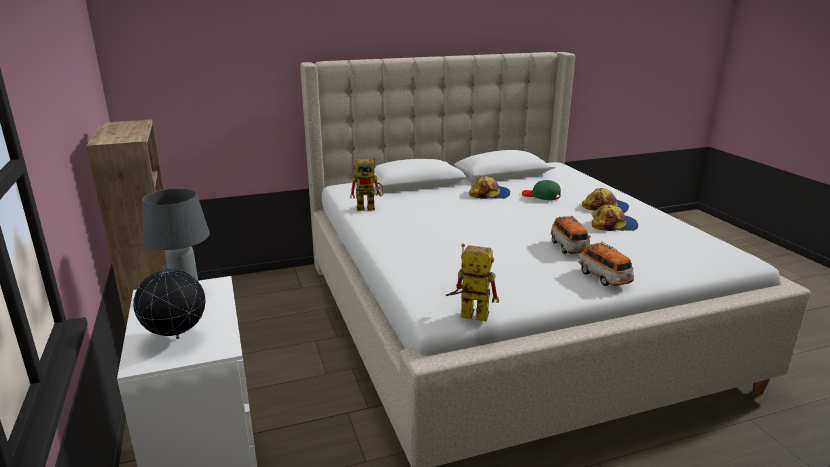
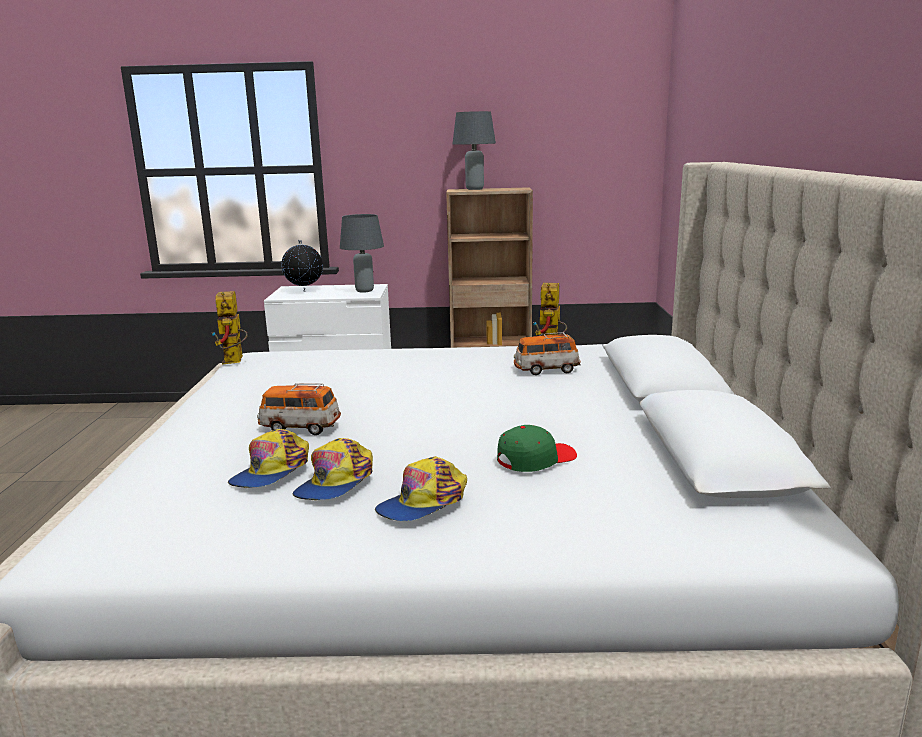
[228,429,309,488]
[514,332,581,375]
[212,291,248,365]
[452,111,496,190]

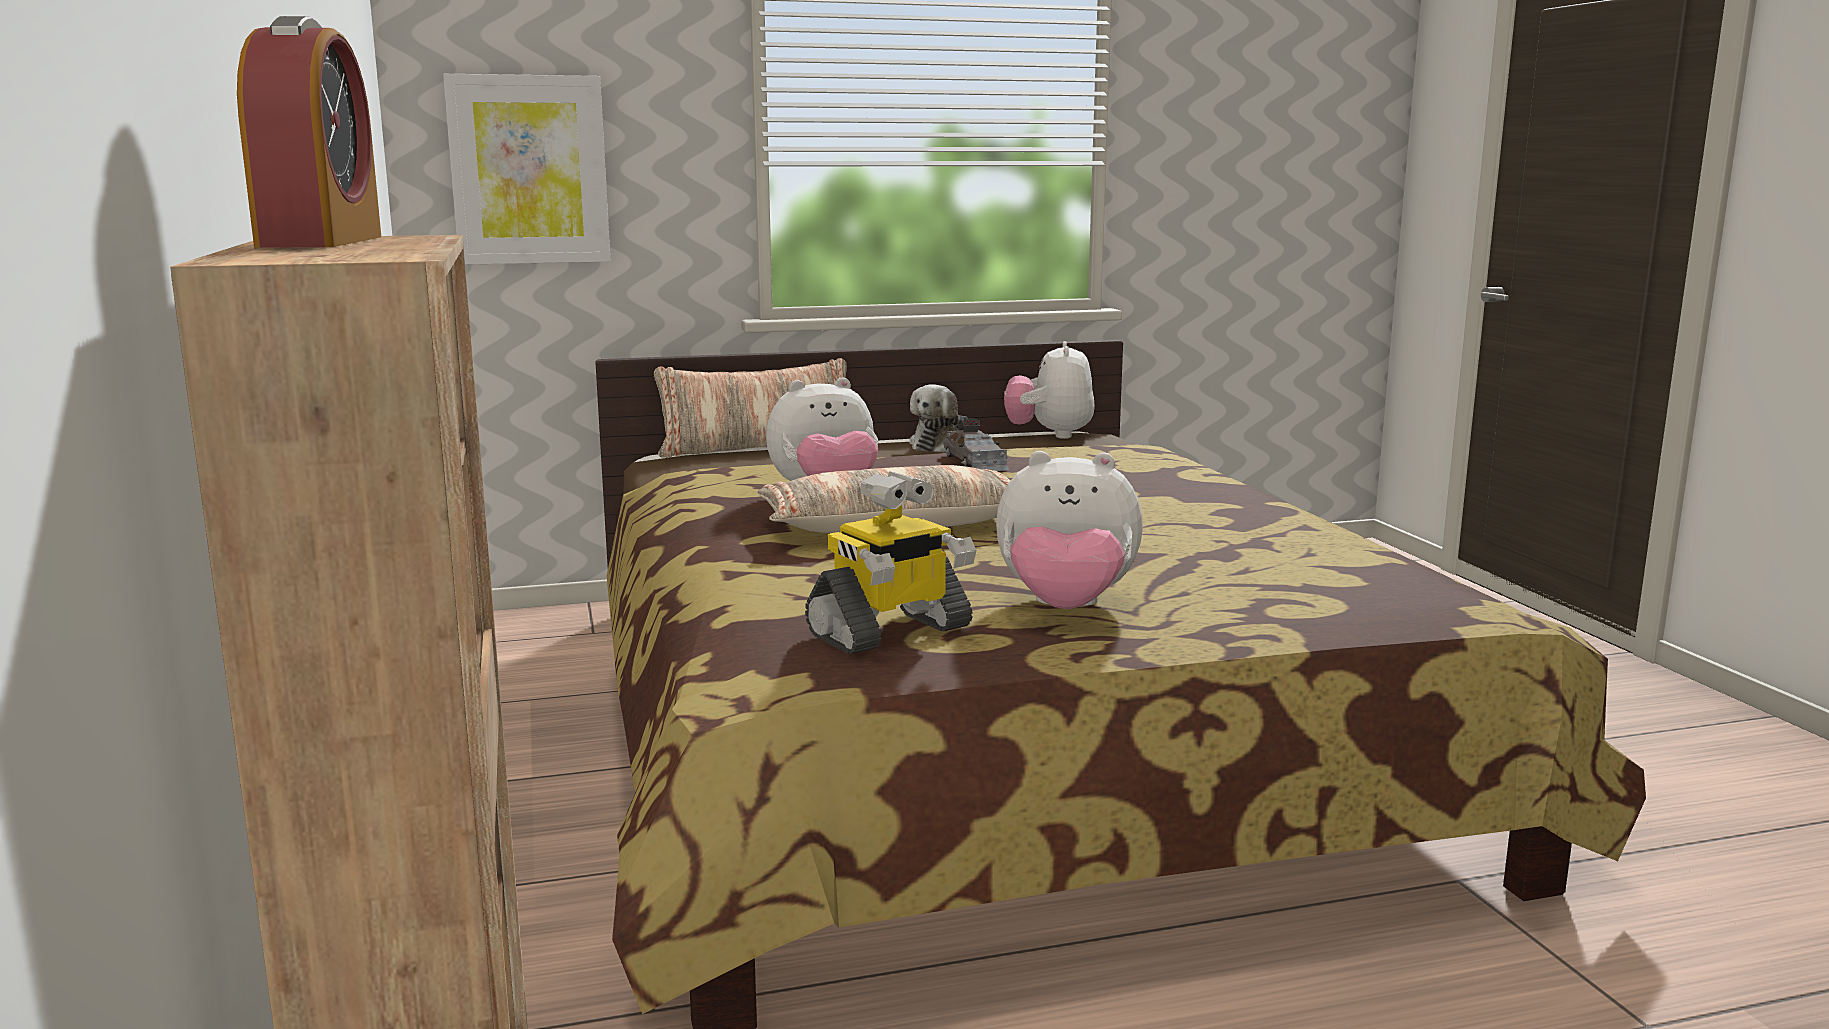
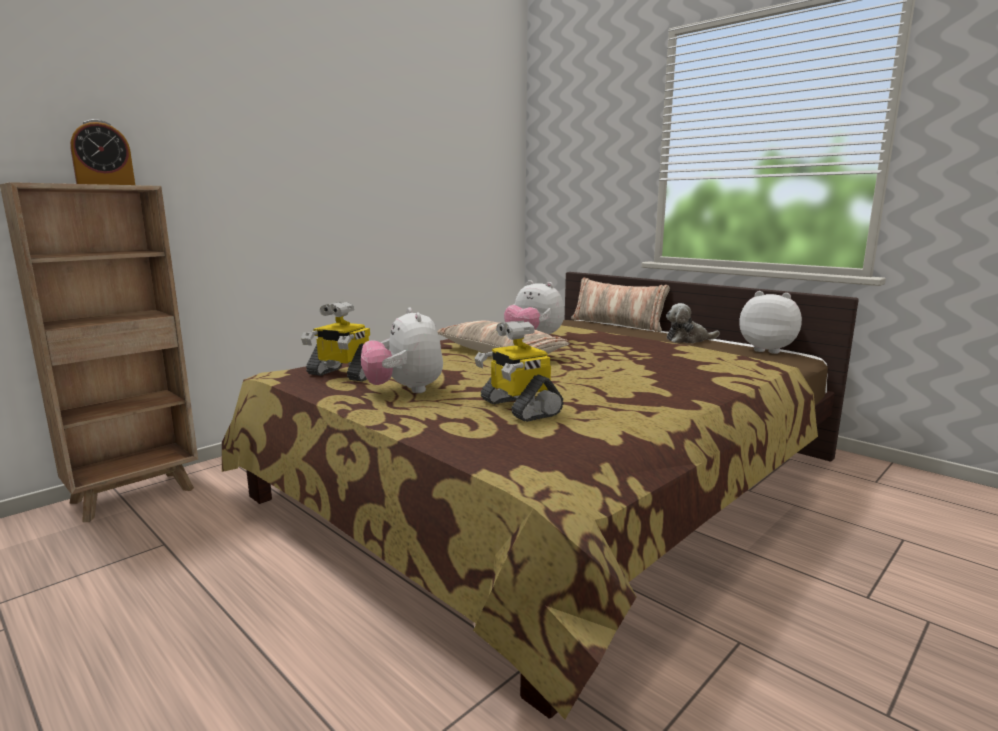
[443,74,611,265] (first image)
[739,291,802,354]
[944,418,1009,471] (first image)
[475,321,564,422]

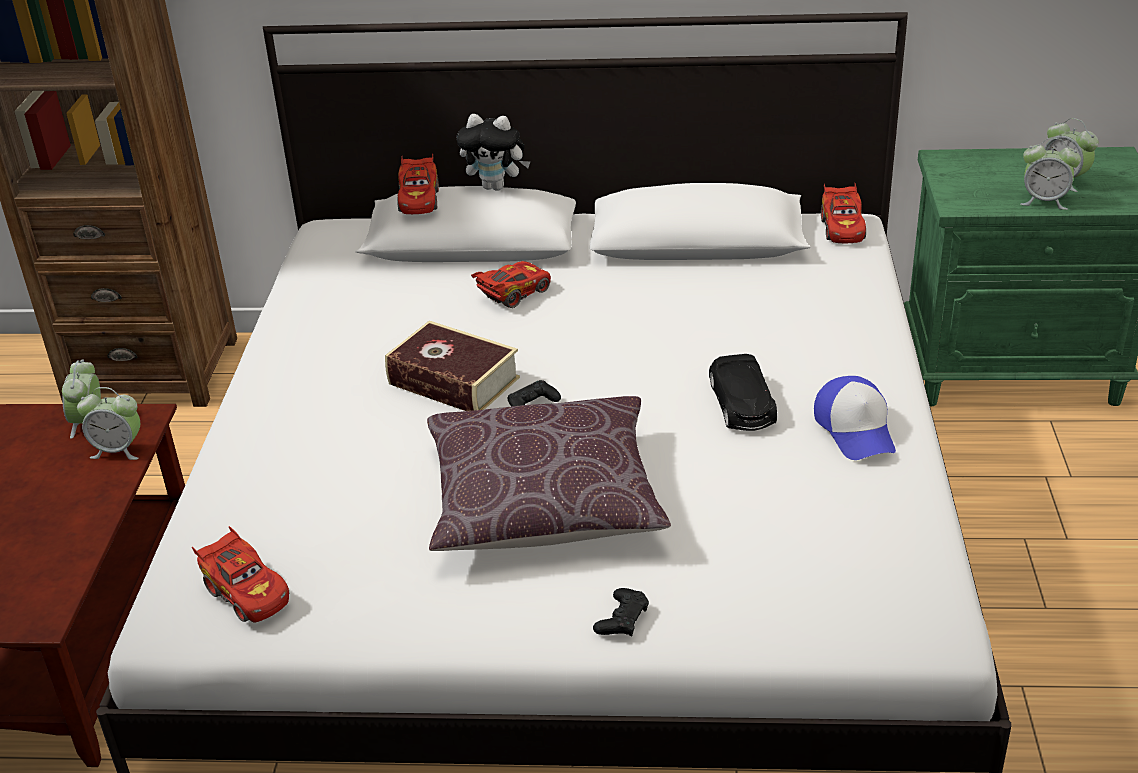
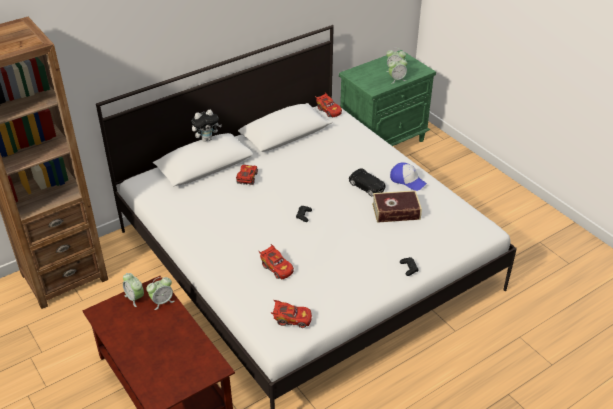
[259,244,294,279]
[372,190,422,223]
[427,396,671,551] (first image)

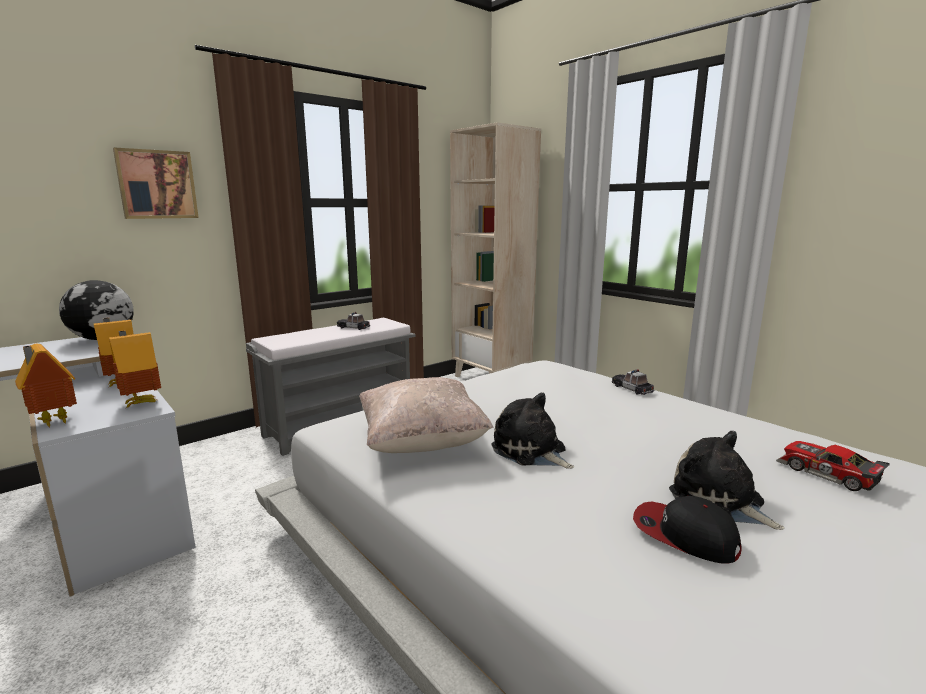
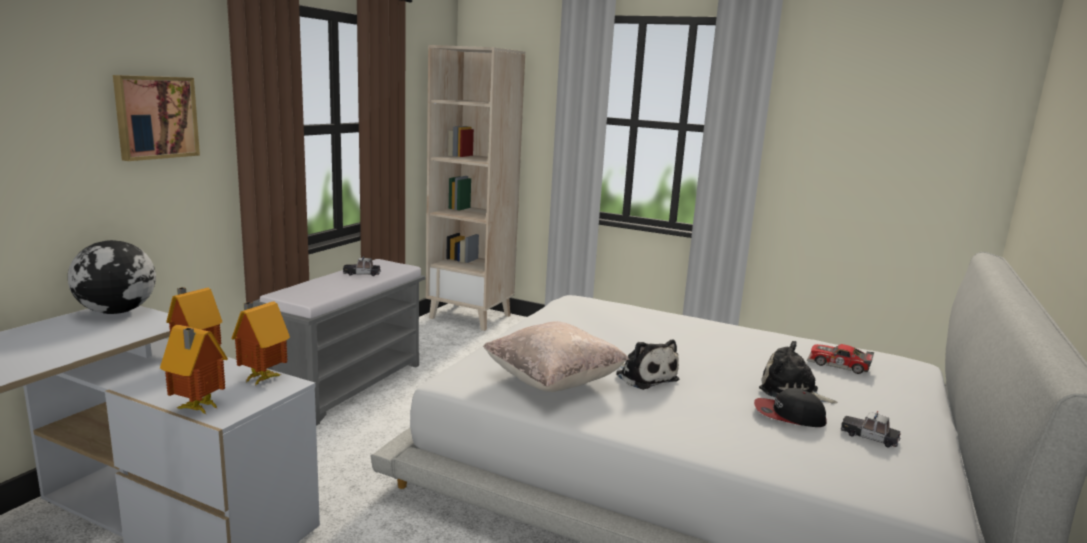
[841,411,901,447]
[616,339,679,390]

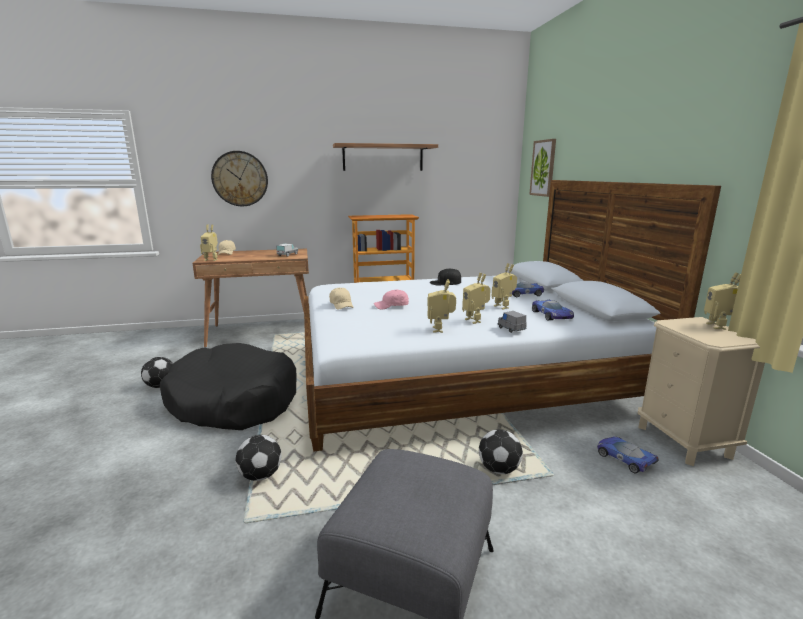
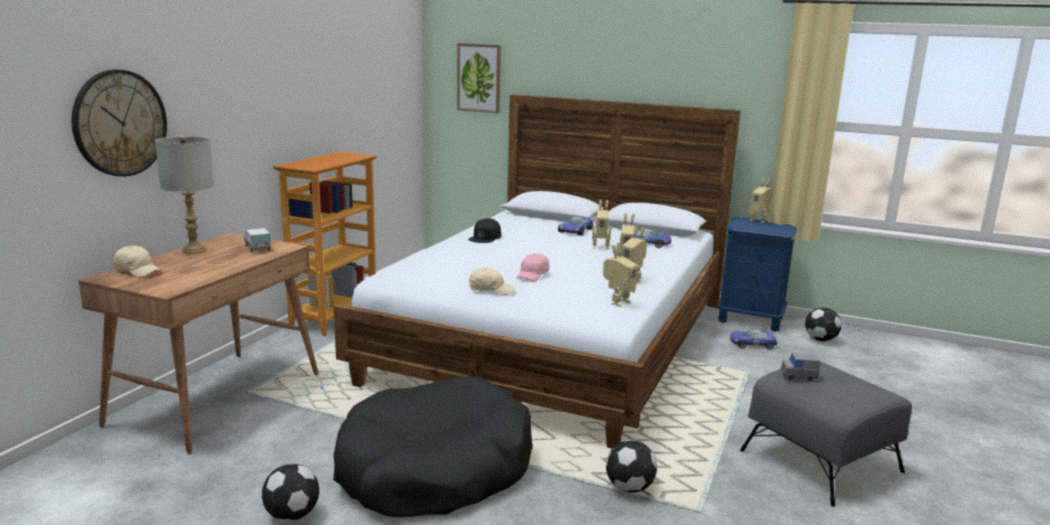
[333,143,438,171] (first image)
[603,244,637,307]
[781,353,820,381]
[717,217,797,332]
[805,307,841,341]
[155,135,214,254]

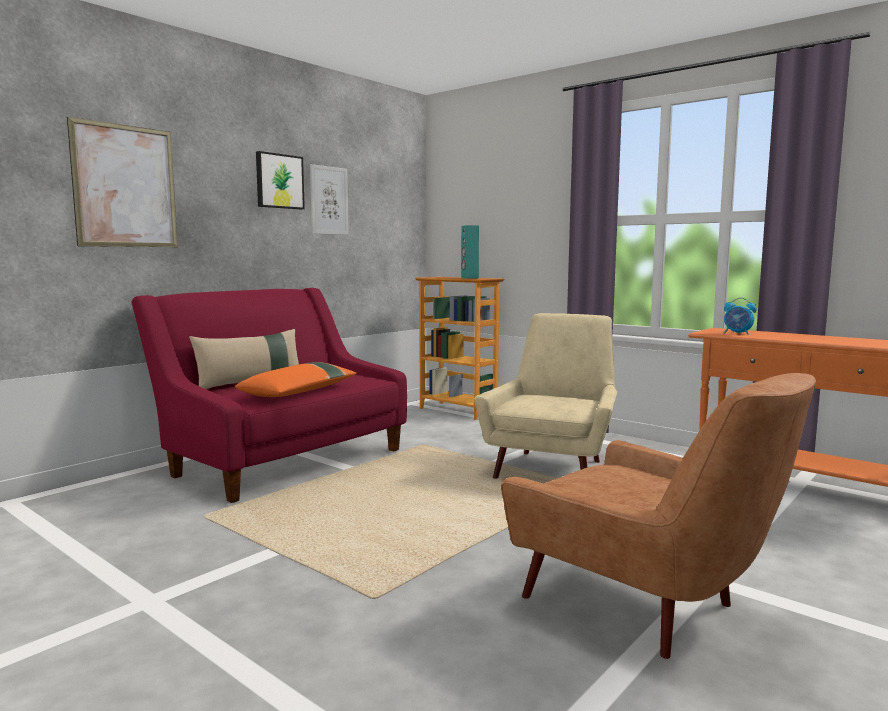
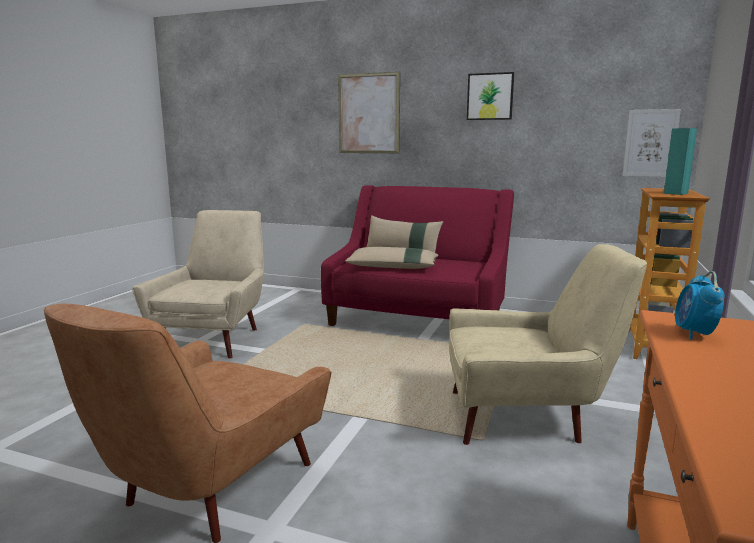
[623,109,681,177]
[345,247,439,269]
[132,210,264,358]

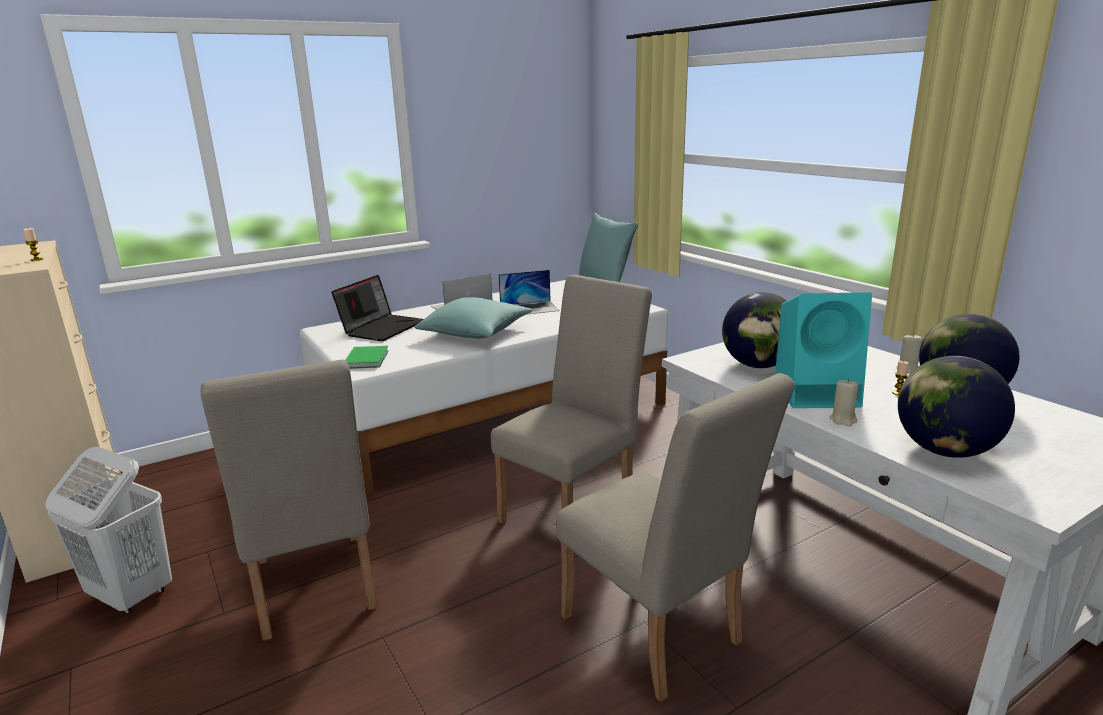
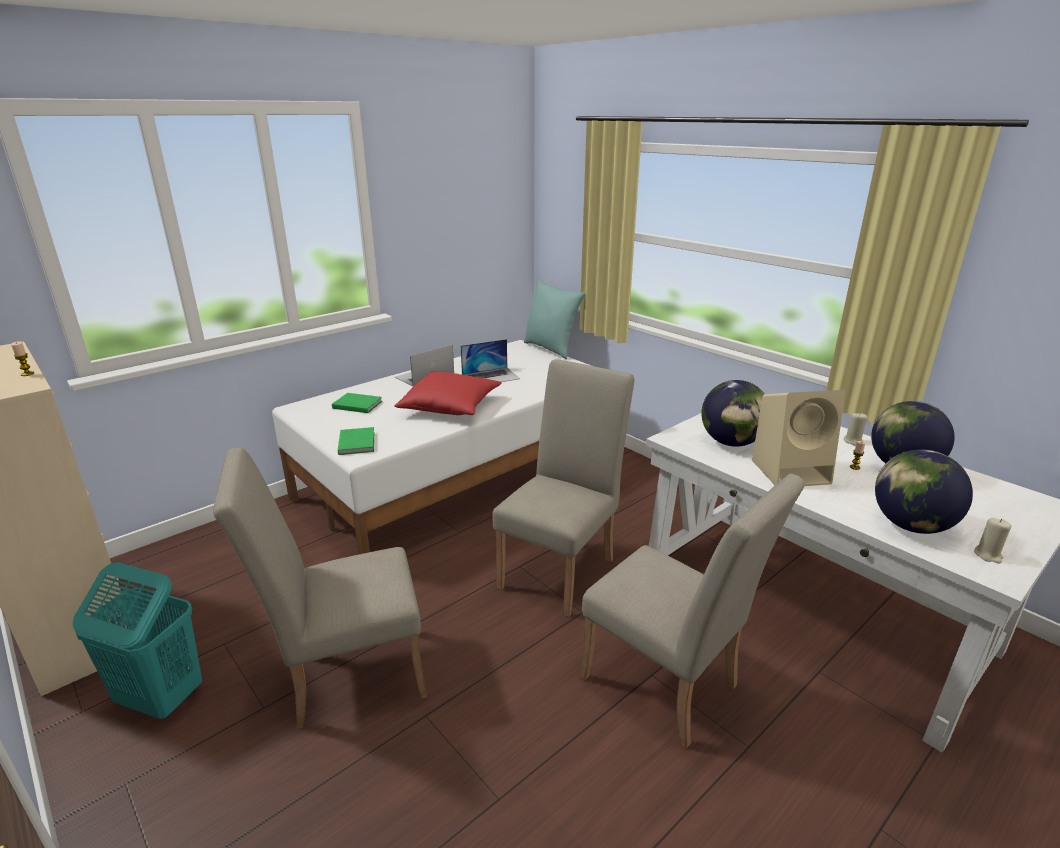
[332,393,382,413]
[752,390,845,486]
[394,371,502,415]
[213,448,427,730]
[974,518,1011,564]
[73,562,202,719]

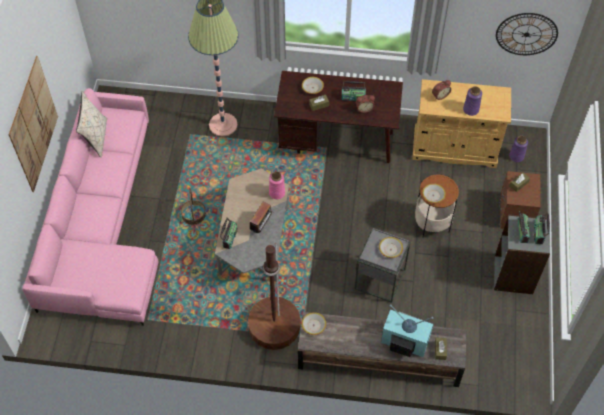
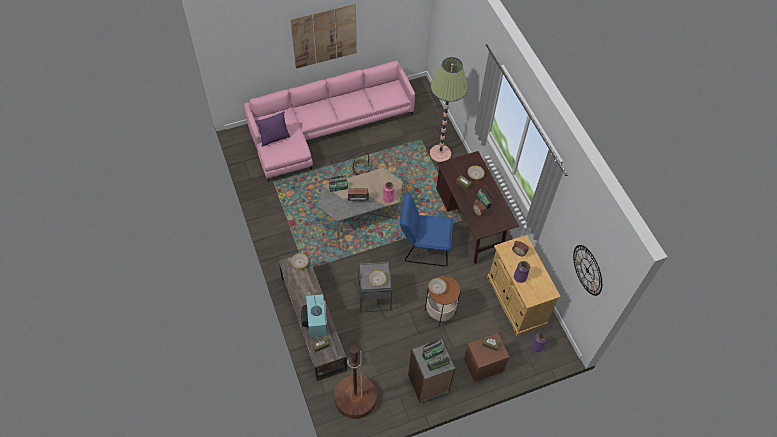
[76,91,107,158] (first image)
[334,347,377,419]
[255,111,291,147]
[400,192,453,267]

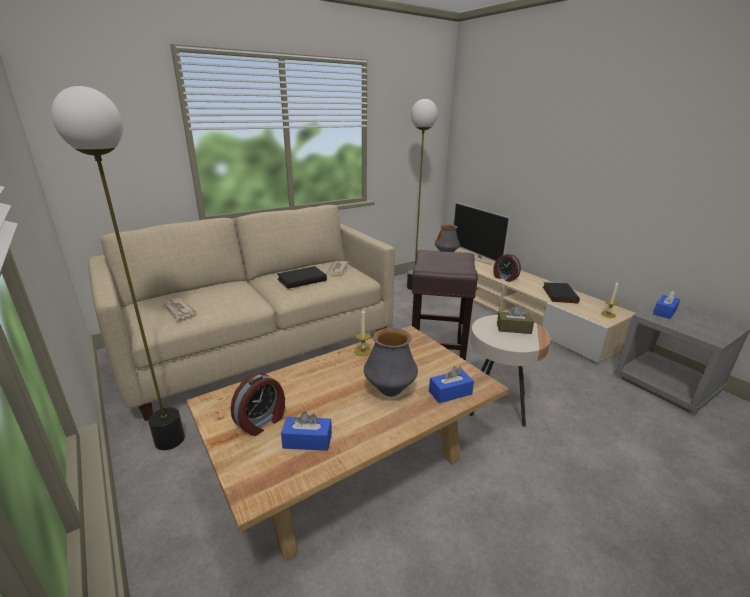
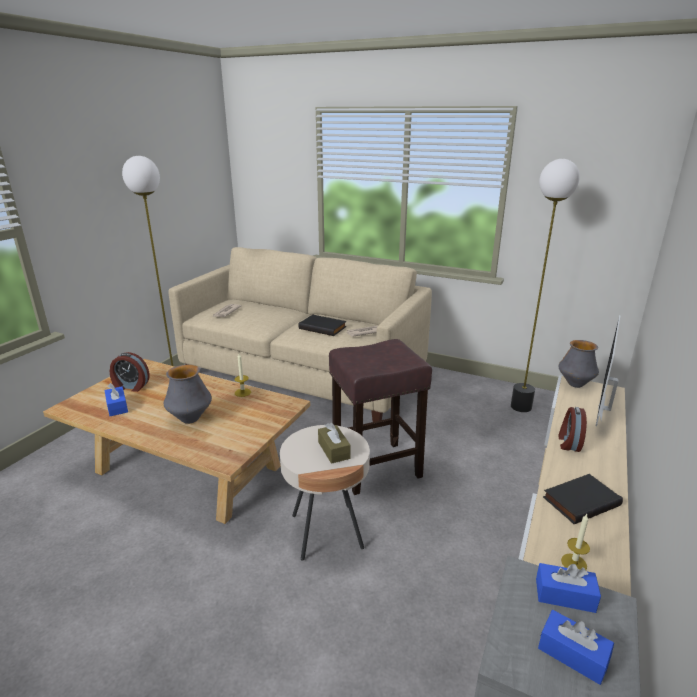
[538,610,614,685]

